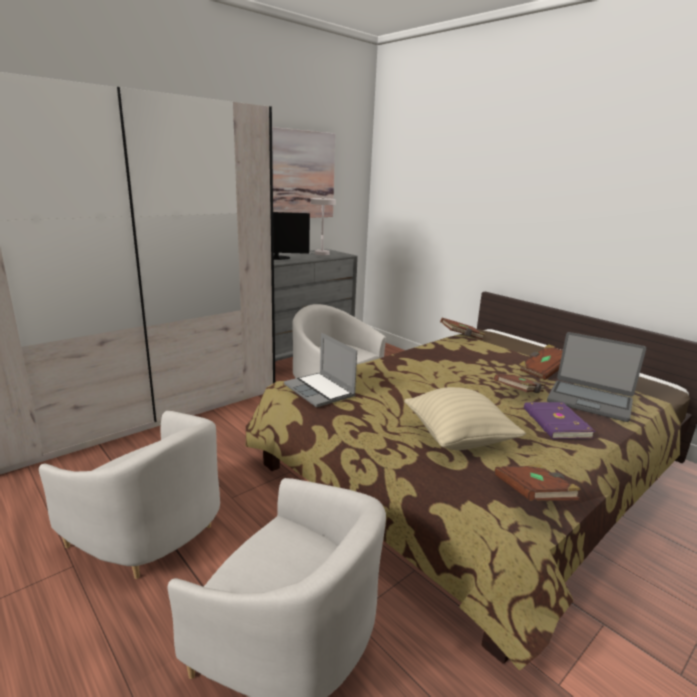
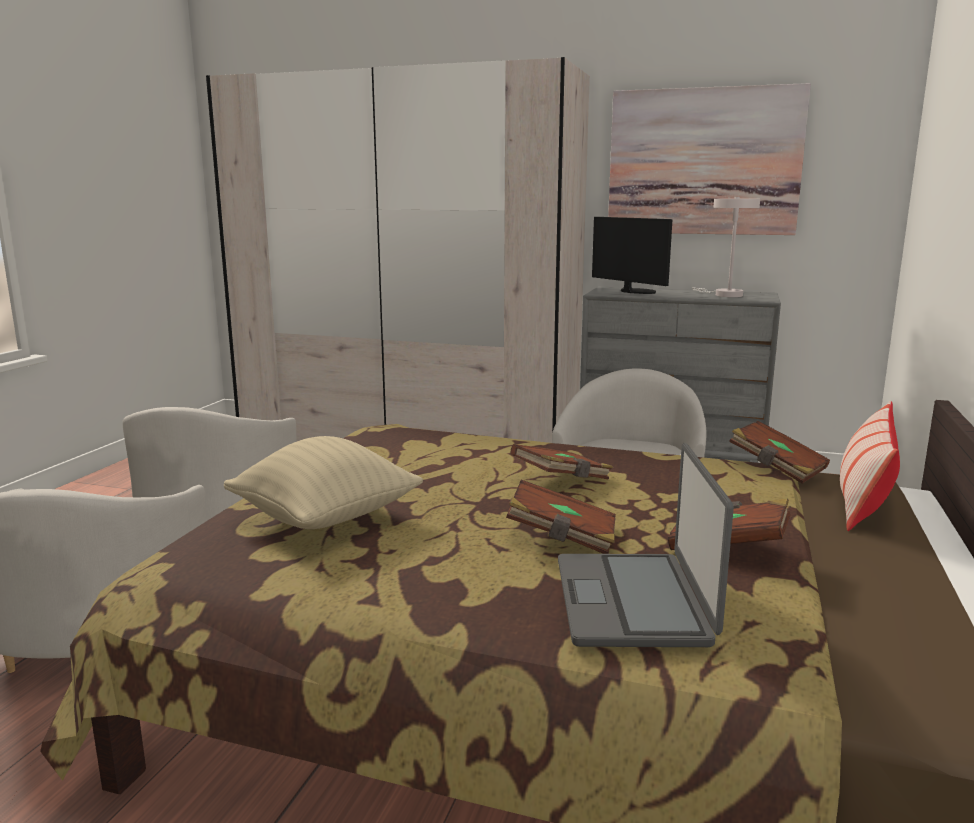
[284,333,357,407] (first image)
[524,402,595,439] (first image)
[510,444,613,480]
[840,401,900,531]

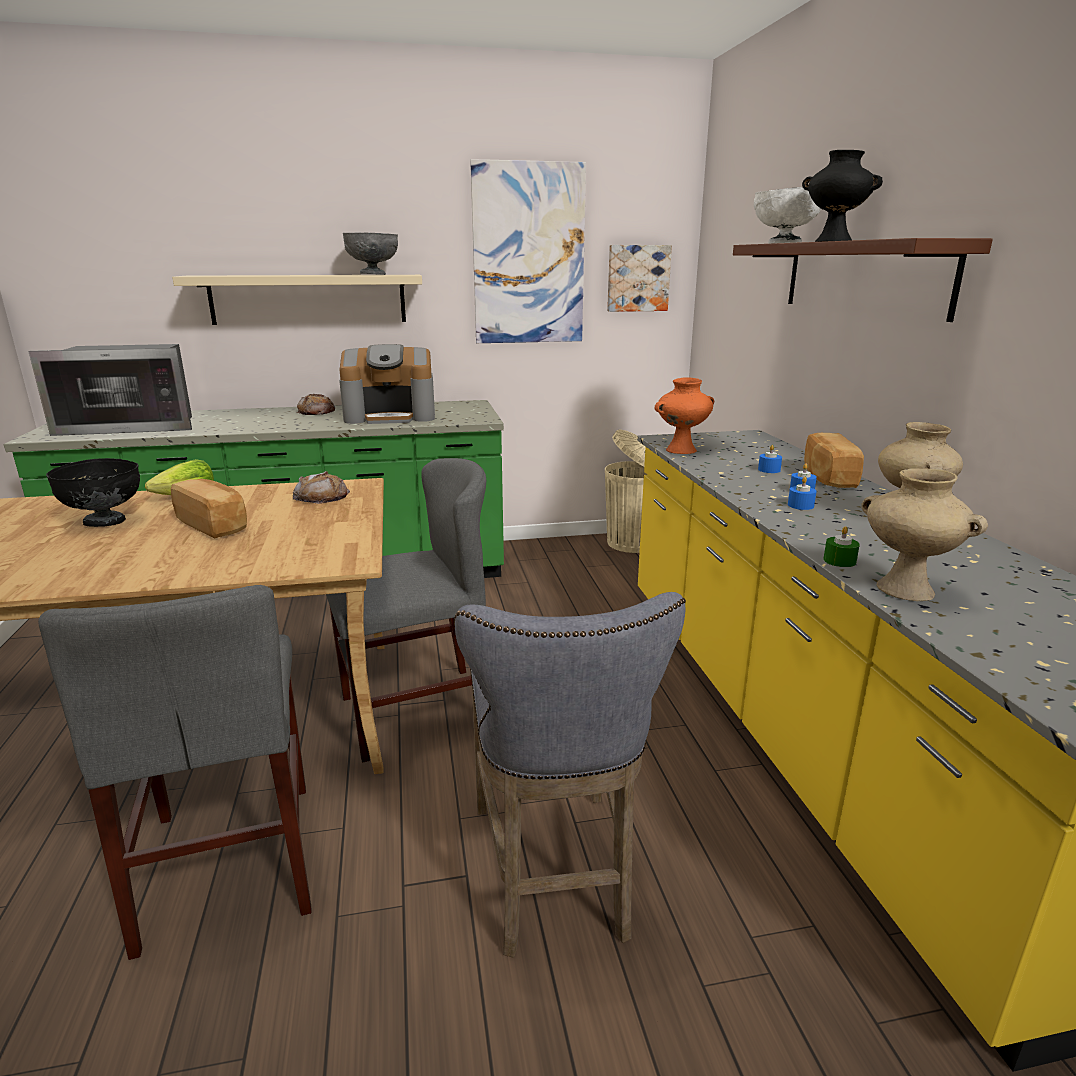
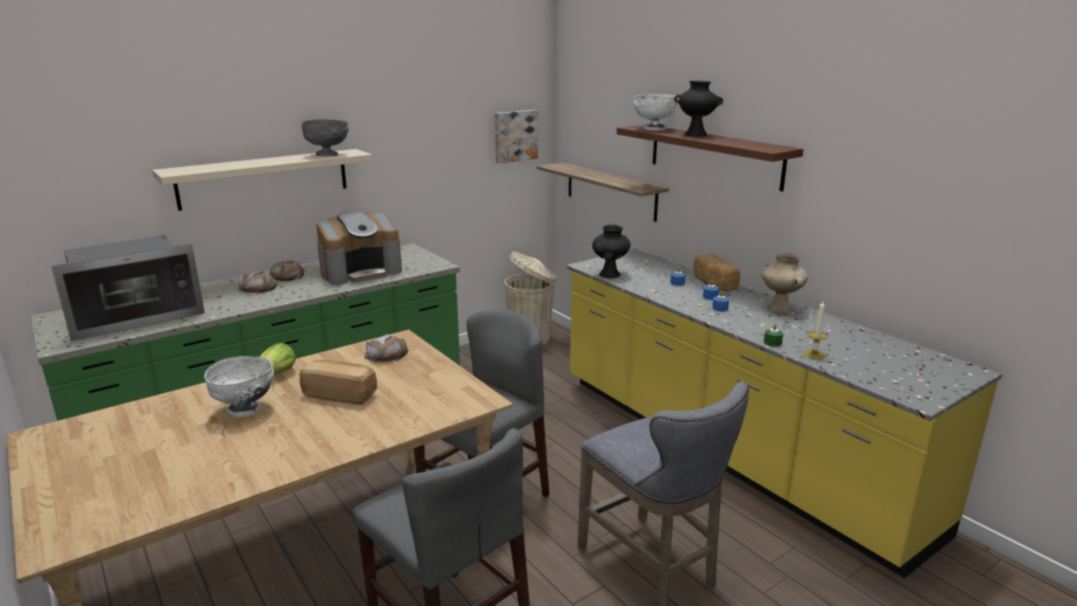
[470,159,586,343] (first image)
[592,225,631,278]
[204,356,274,417]
[803,301,827,359]
[537,162,669,222]
[238,271,279,294]

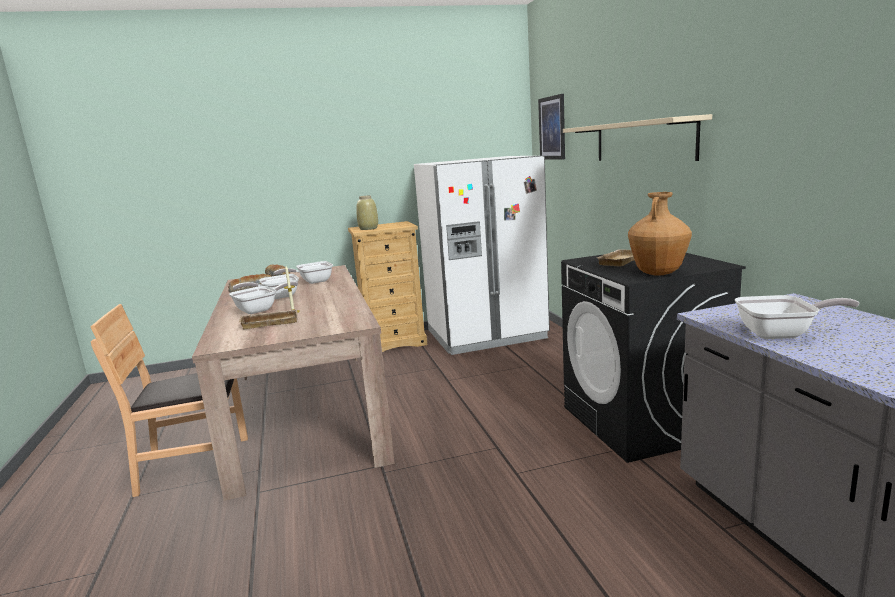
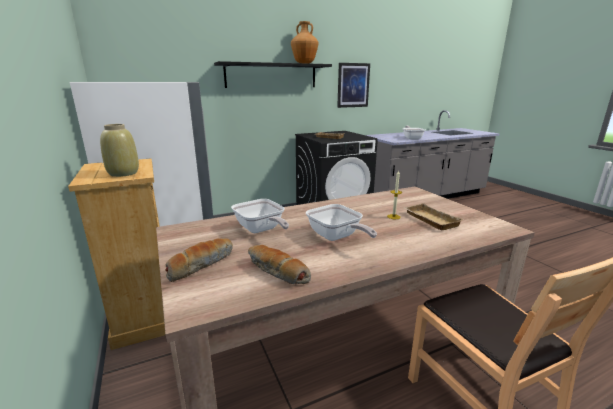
[337,63,370,108]
[214,61,332,88]
[291,21,319,64]
[229,281,298,314] (first image)

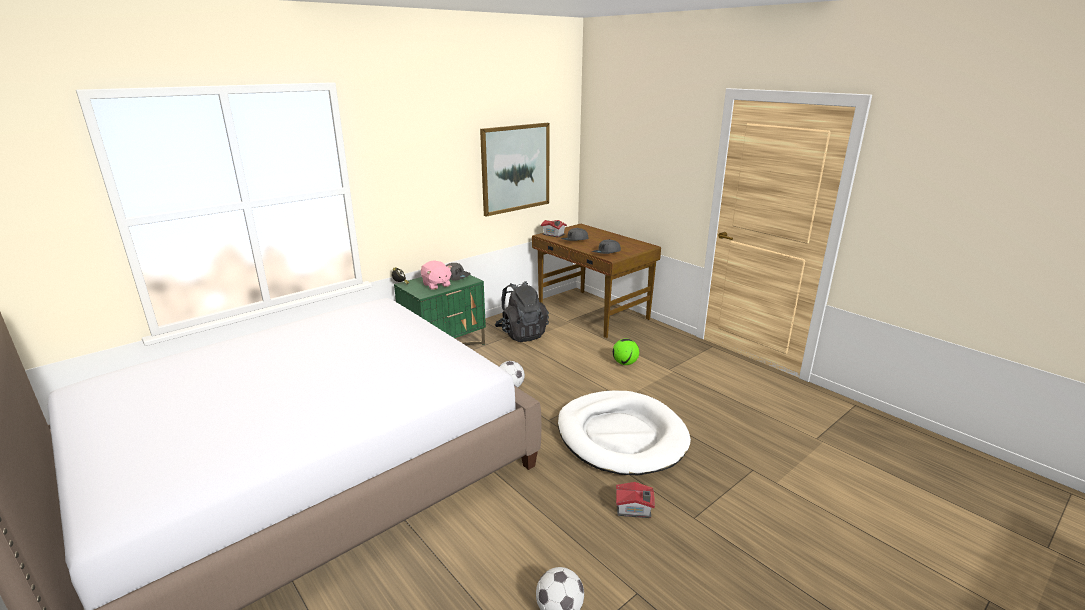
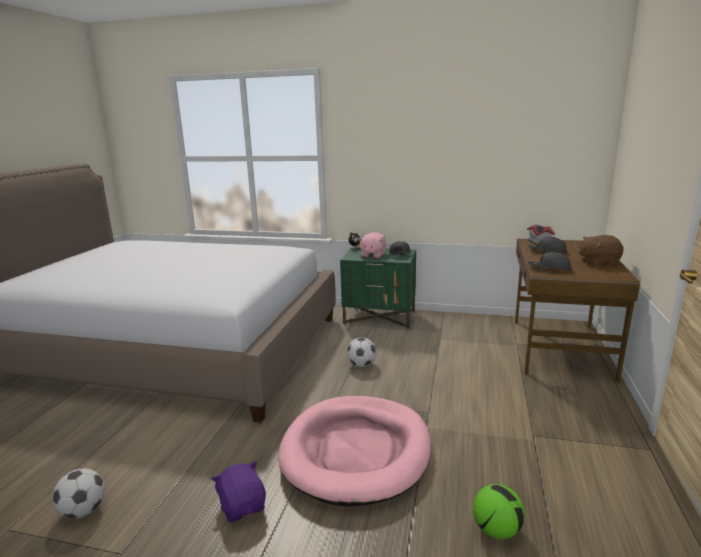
[480,123,550,217] (first image)
[495,281,549,342] (first image)
[473,484,525,539]
[278,396,431,507]
[212,462,266,523]
[578,235,624,266]

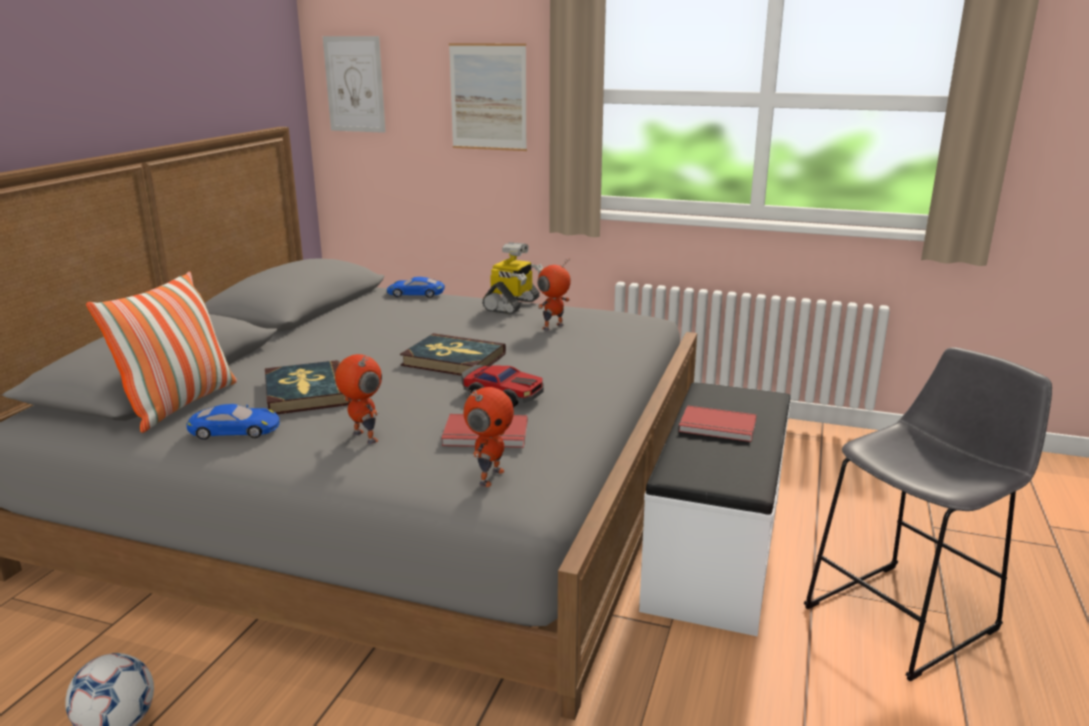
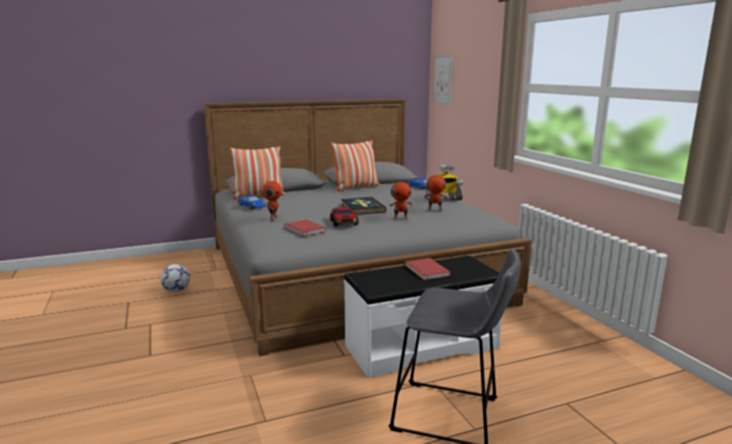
[449,43,527,151] (first image)
[265,360,350,414] (first image)
[389,180,412,221]
[330,140,380,191]

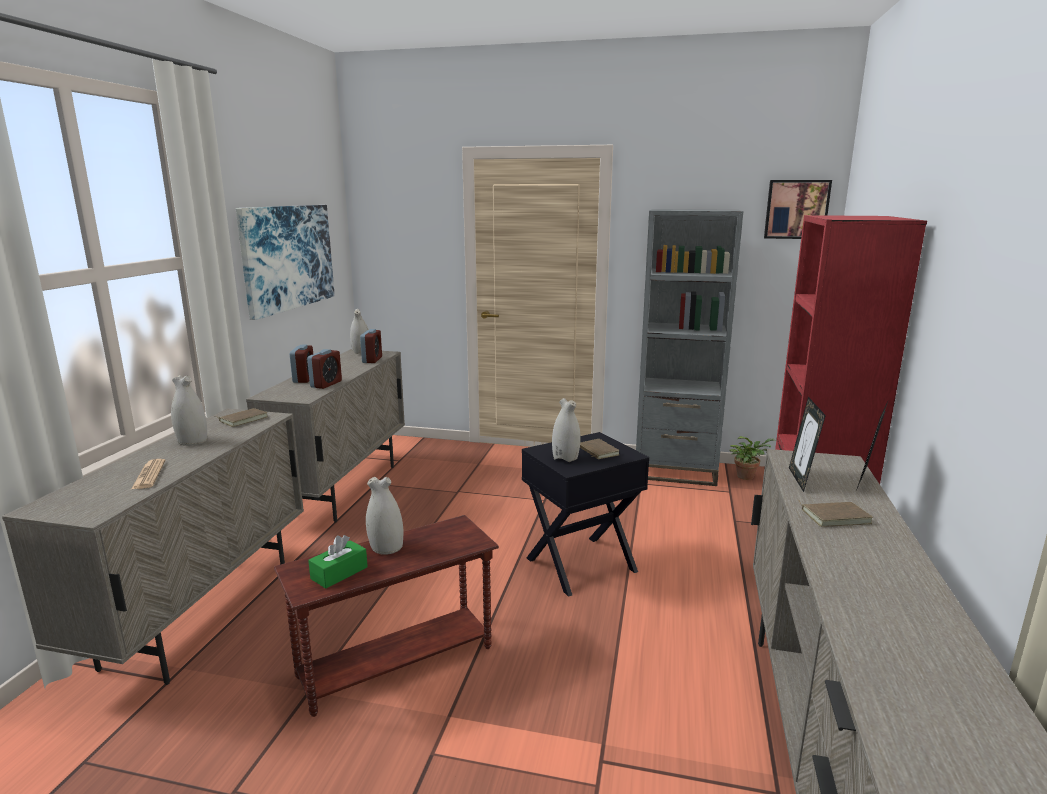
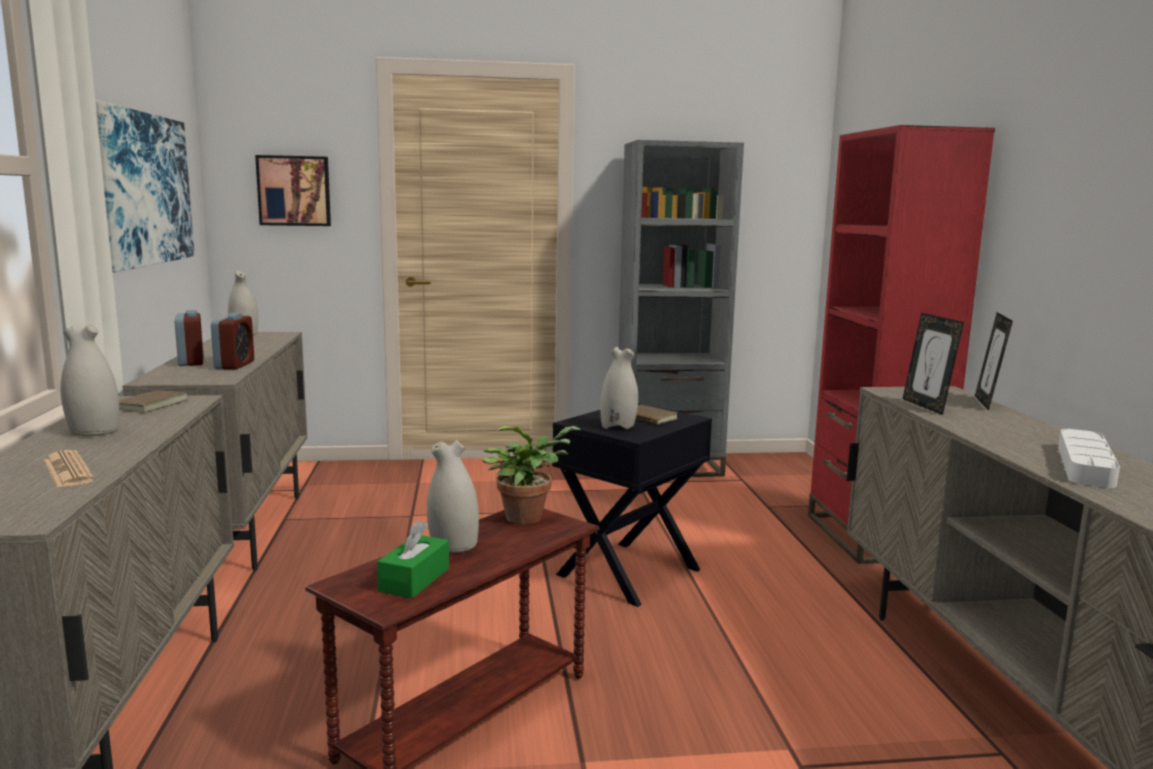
[255,155,331,226]
[360,329,382,363] (first image)
[482,425,580,525]
[798,500,873,527] (first image)
[1058,429,1120,488]

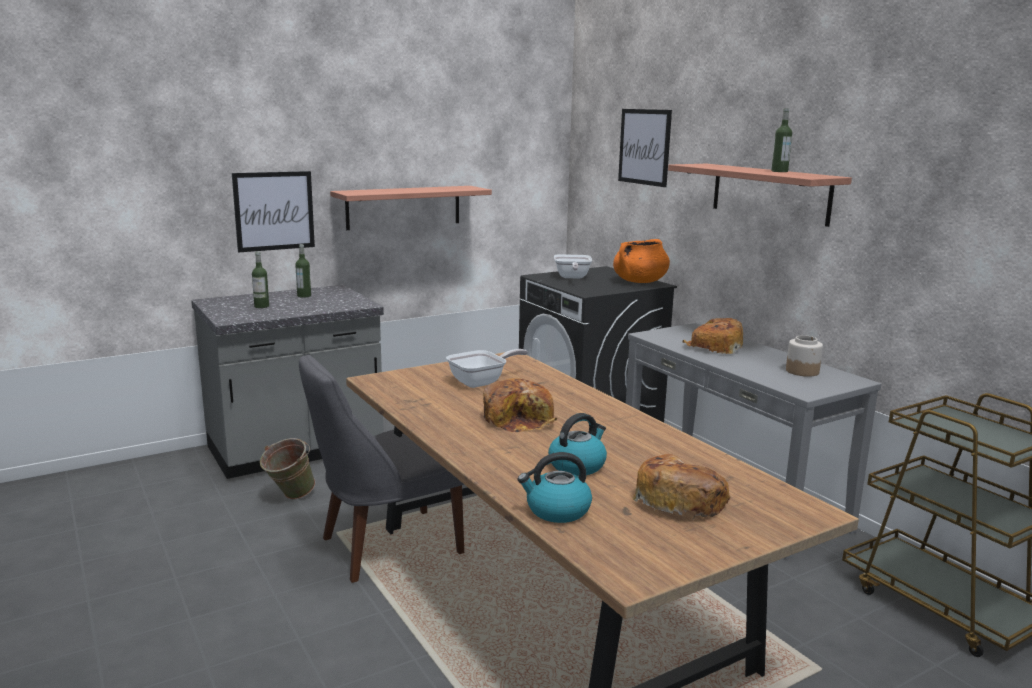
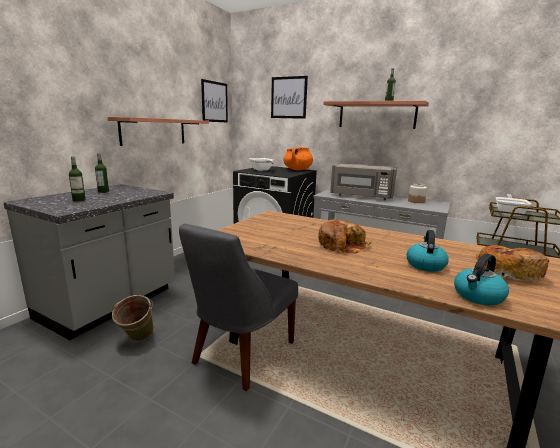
[201,79,228,122]
[330,163,397,200]
[496,194,531,216]

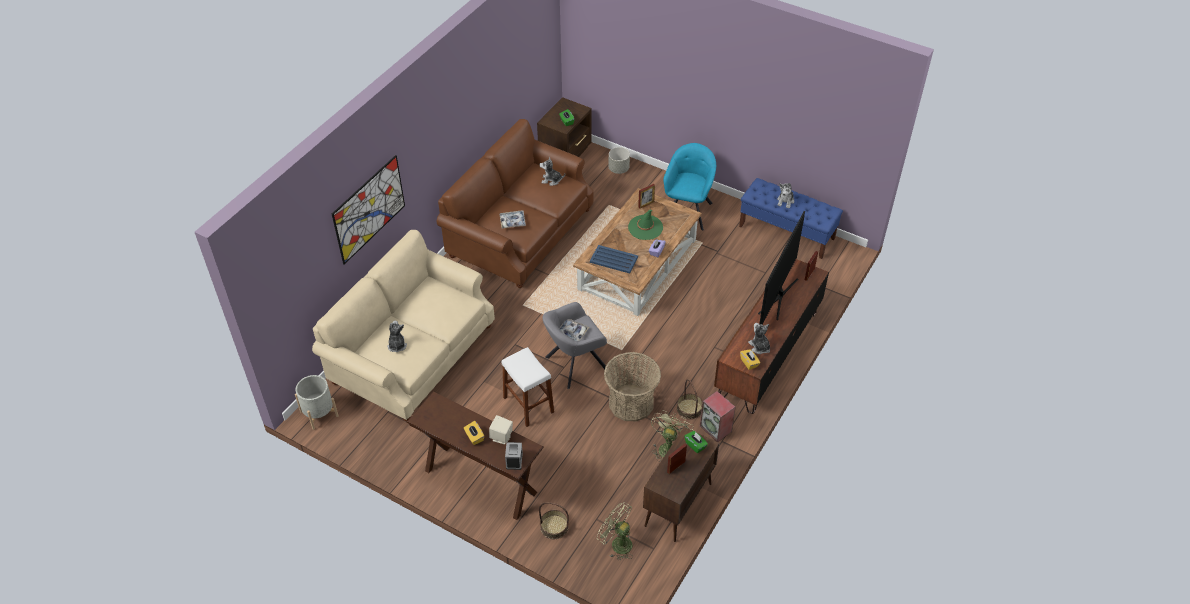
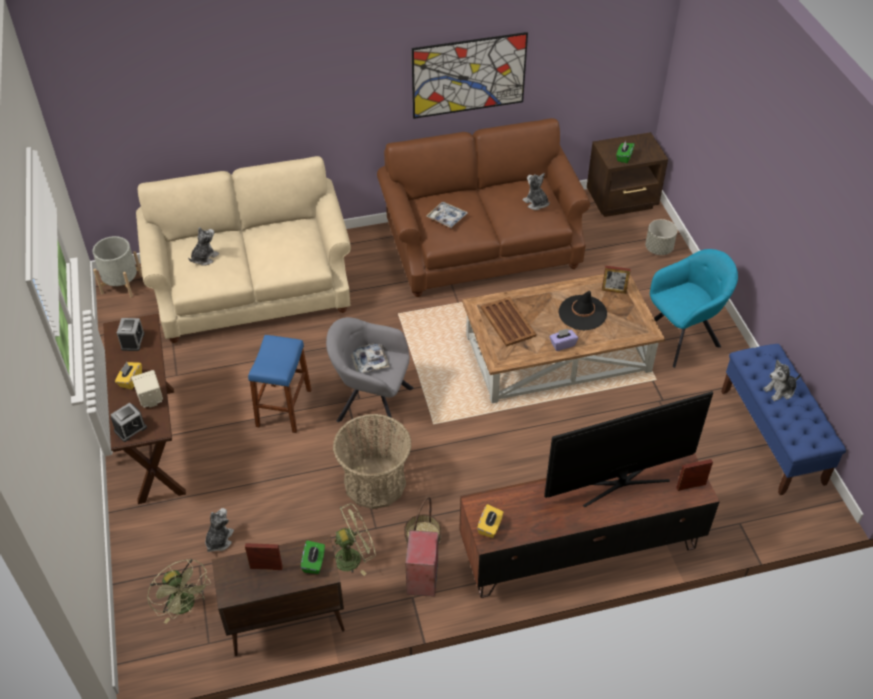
[412,32,528,119]
[559,291,607,330]
[481,297,536,347]
[205,508,234,552]
[248,335,312,433]
[539,502,569,539] (first image)
[147,559,211,624]
[117,318,145,351]

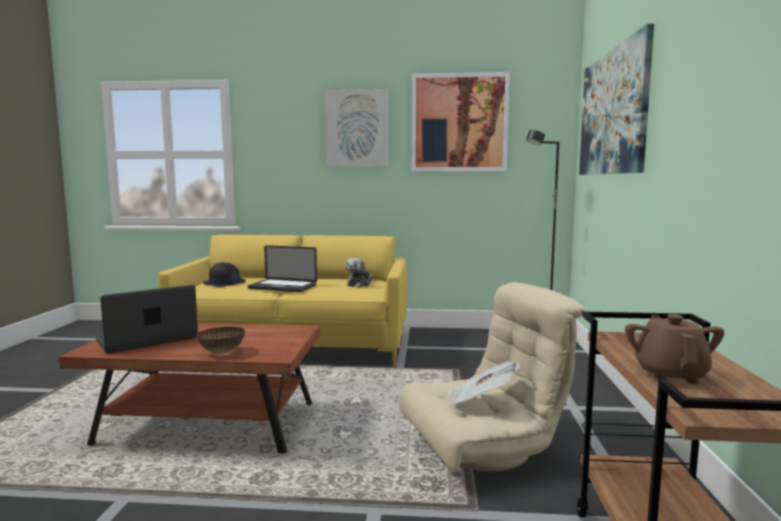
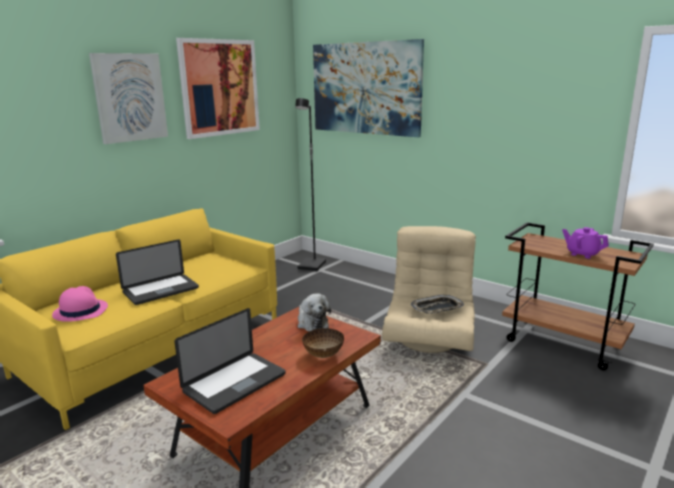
[298,293,331,332]
[52,286,108,322]
[174,308,286,414]
[562,227,609,259]
[411,295,464,314]

